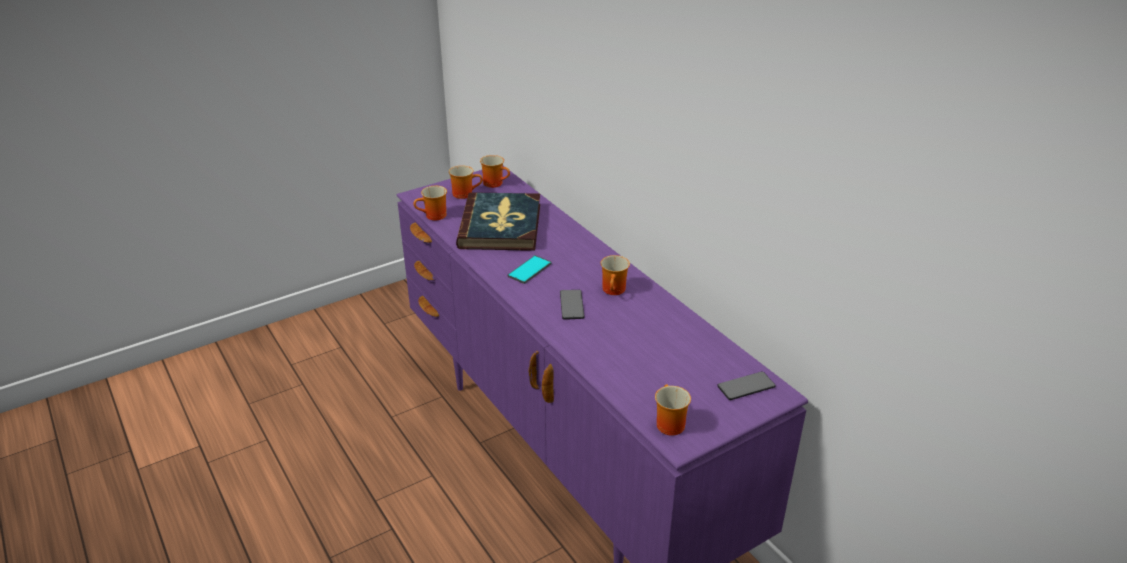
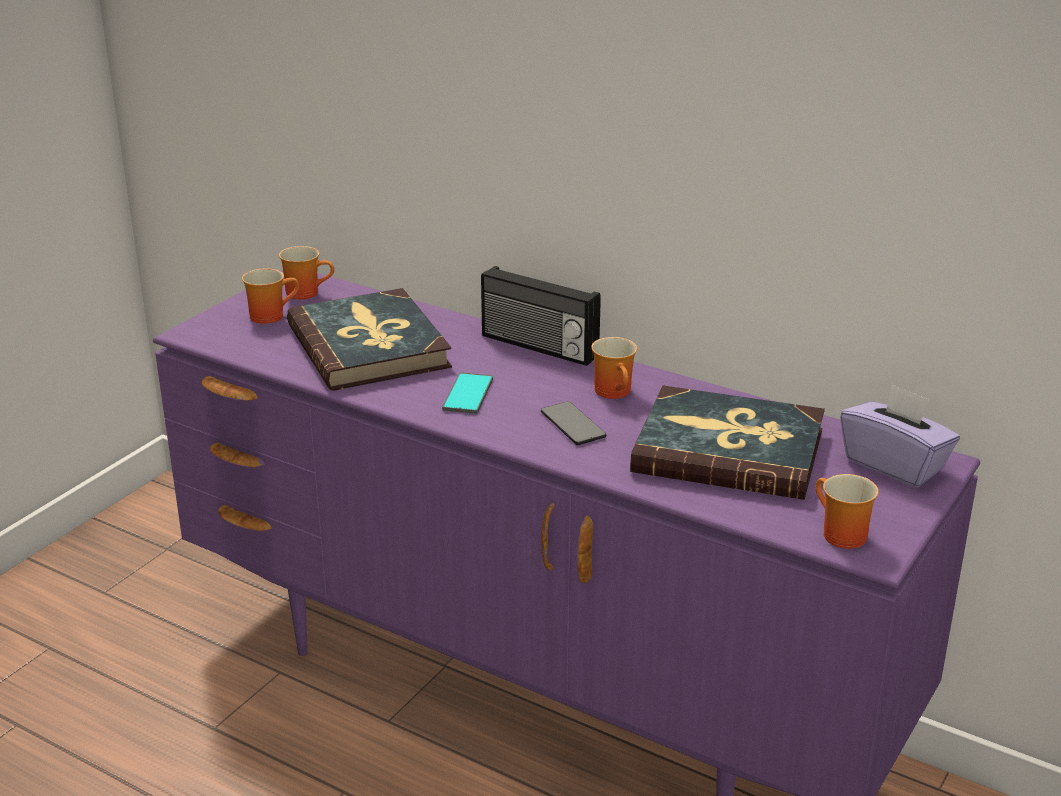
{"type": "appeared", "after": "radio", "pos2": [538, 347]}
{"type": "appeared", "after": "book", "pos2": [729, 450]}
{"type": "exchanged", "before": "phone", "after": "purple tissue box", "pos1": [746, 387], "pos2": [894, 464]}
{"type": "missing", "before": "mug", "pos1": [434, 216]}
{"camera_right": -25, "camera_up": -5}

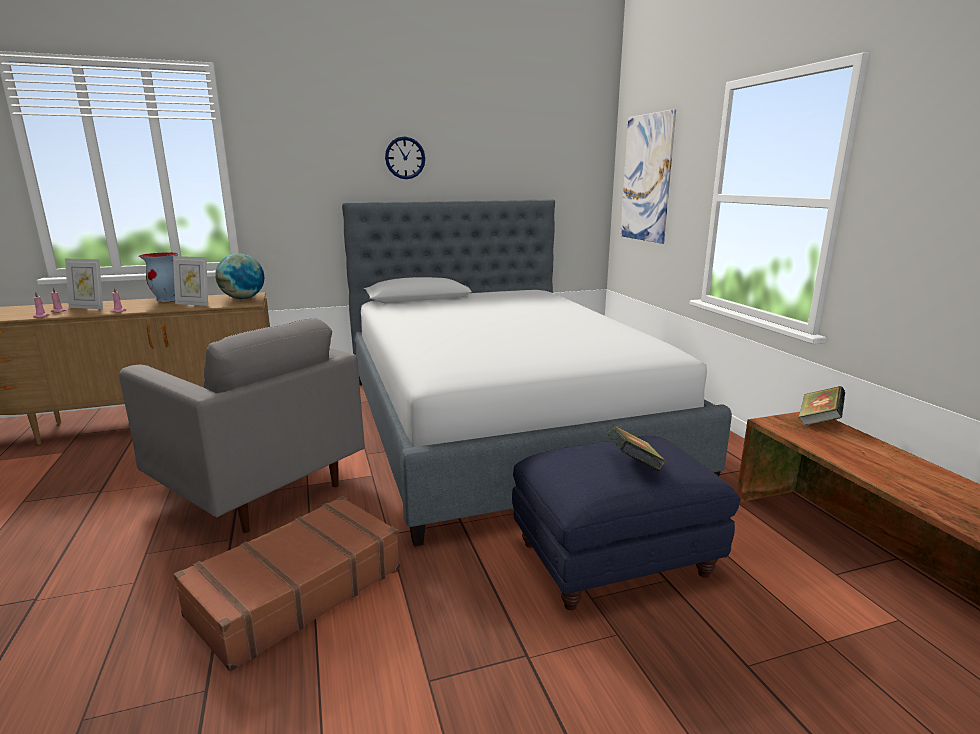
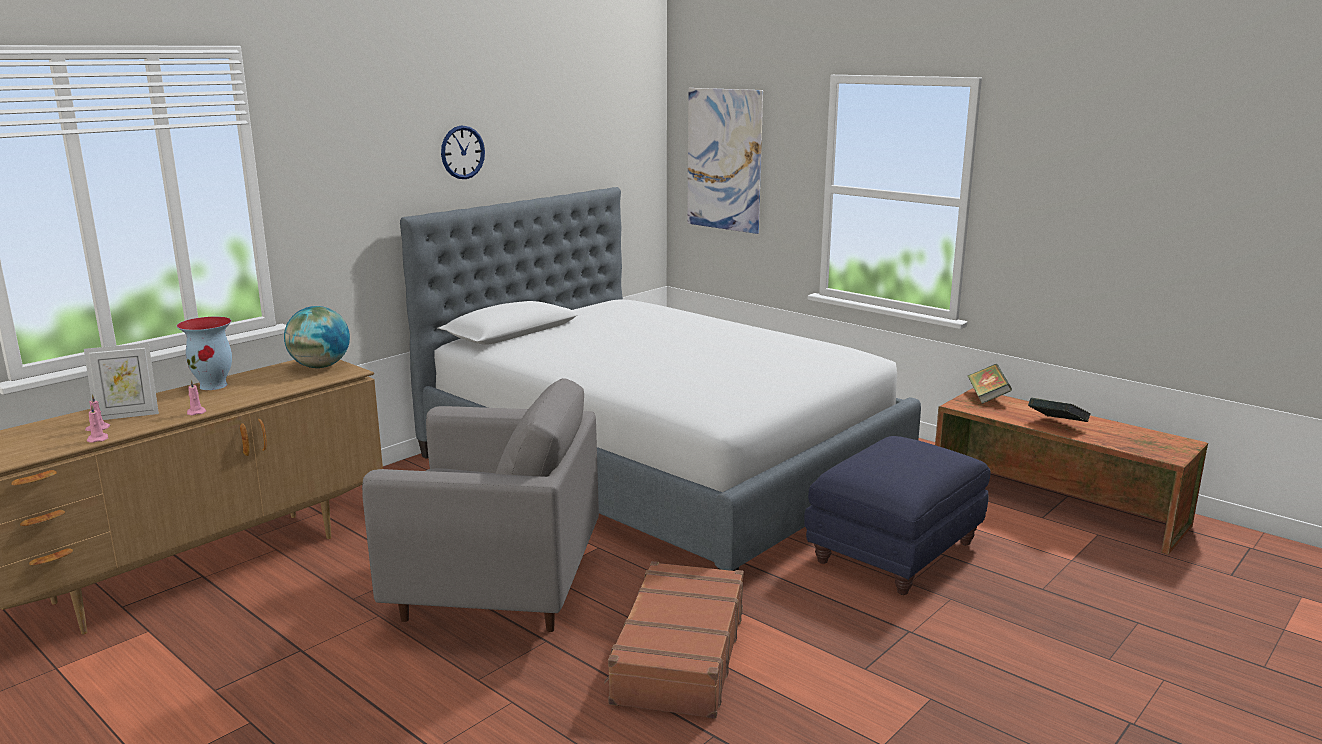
{"type": "relocated", "before": "book", "pos1": [633, 466], "pos2": [1057, 424]}
{"type": "missing", "before": "picture frame", "pos1": [194, 304]}
{"camera_right": -30, "camera_up": 0}

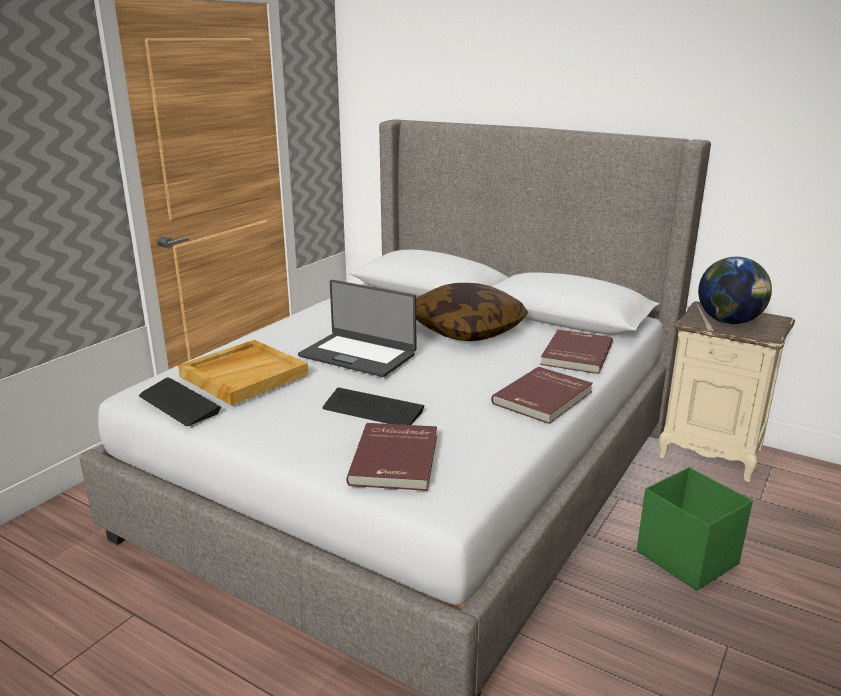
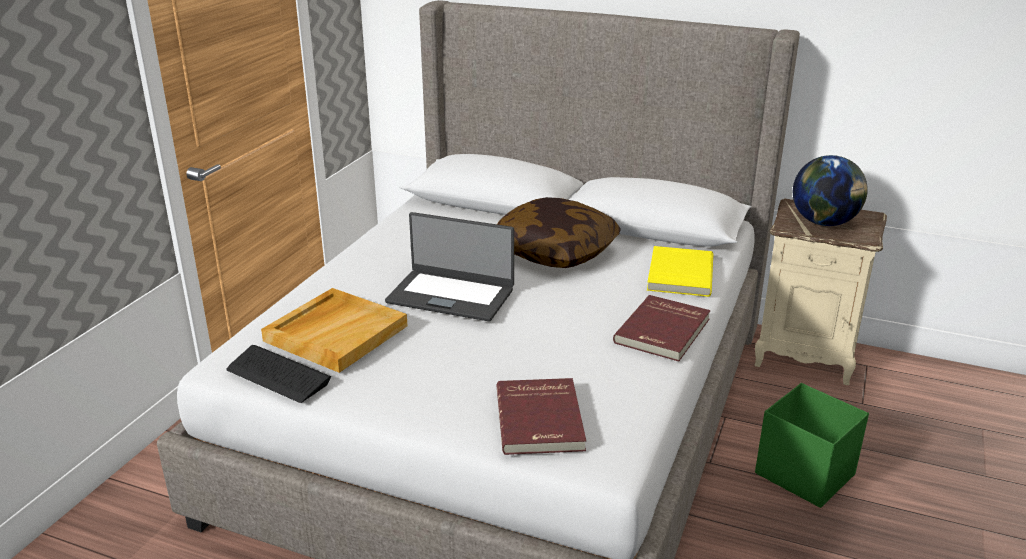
{"type": "colour", "before": "red book", "after": "yellow book", "pos1": [575, 354], "pos2": [678, 274]}
{"type": "missing", "before": "keyboard", "pos1": [372, 409]}
{"camera_right": -10, "camera_up": 5}

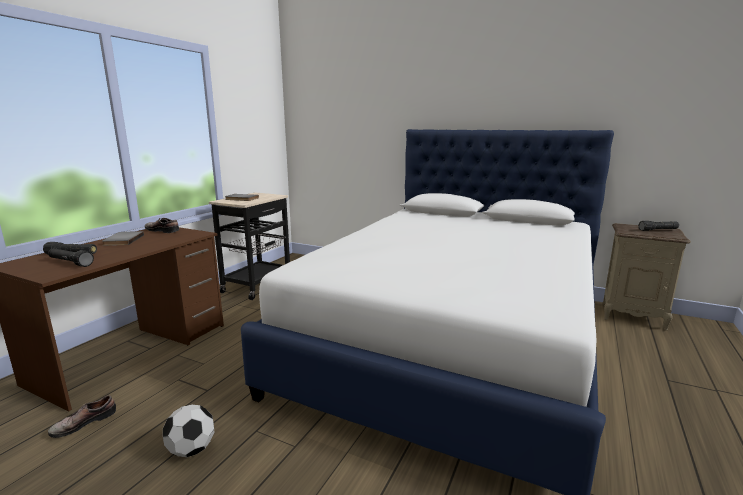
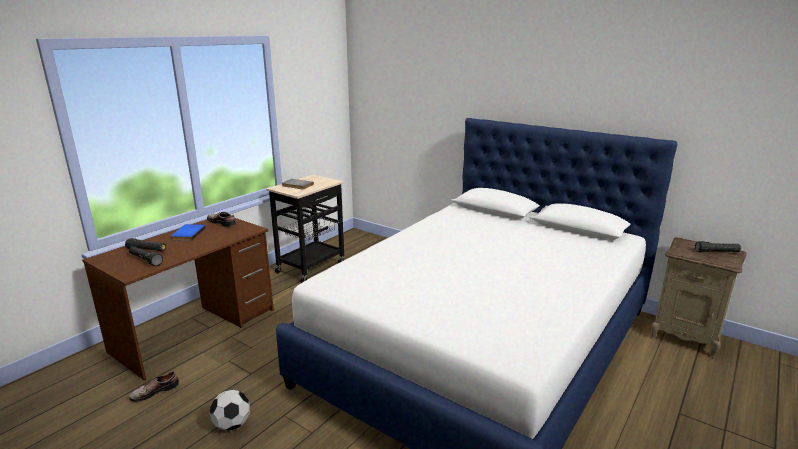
{"type": "colour", "before": "grey book", "after": "blue book", "pos1": [122, 240], "pos2": [187, 234]}
{"camera_right": 10, "camera_up": 5}

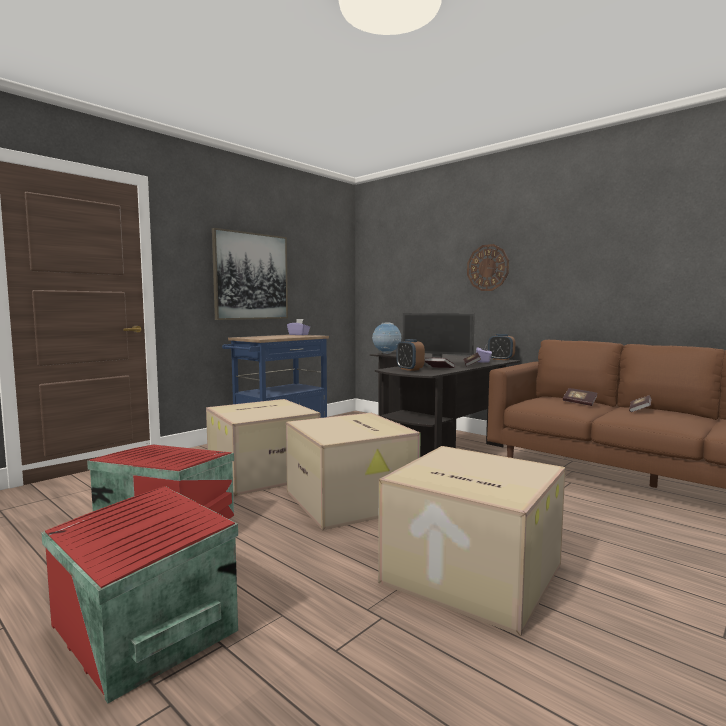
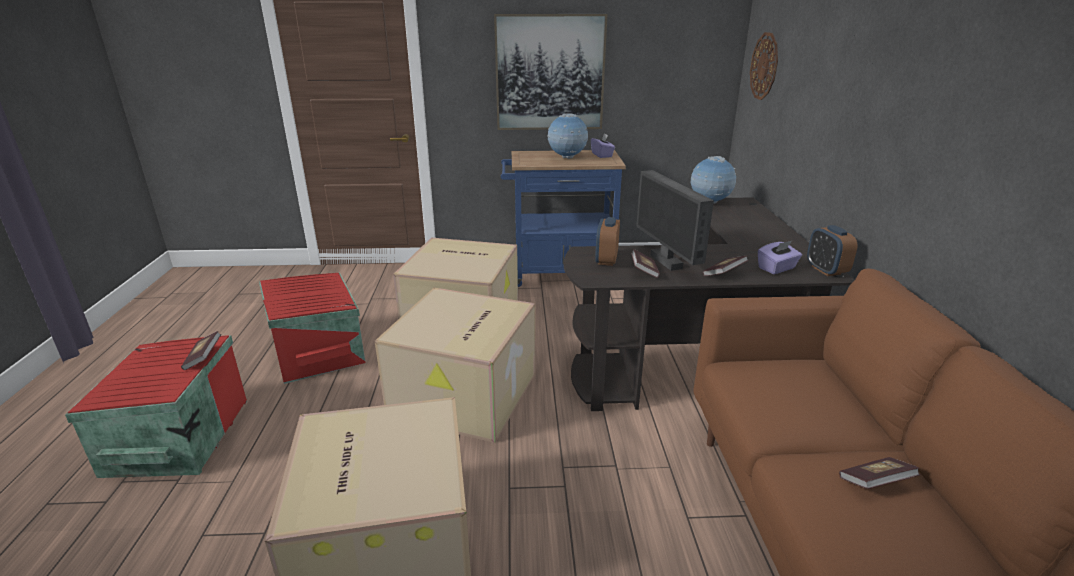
{"type": "relocated", "before": "book", "pos1": [579, 403], "pos2": [203, 358]}
{"type": "appeared", "after": "globe", "pos2": [567, 158]}
{"type": "relocated", "before": "wall clock", "pos1": [487, 267], "pos2": [764, 66]}
{"camera_right": 45, "camera_up": 20}

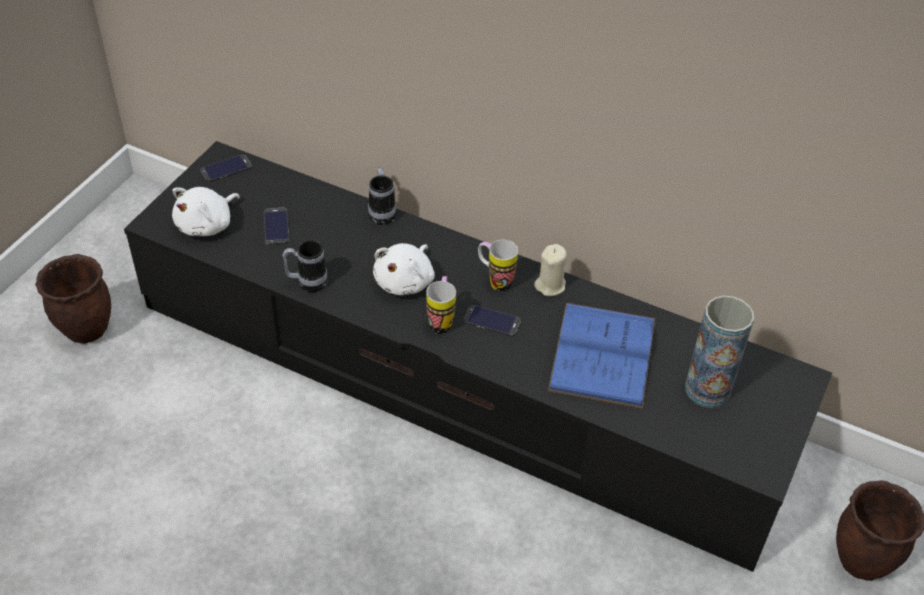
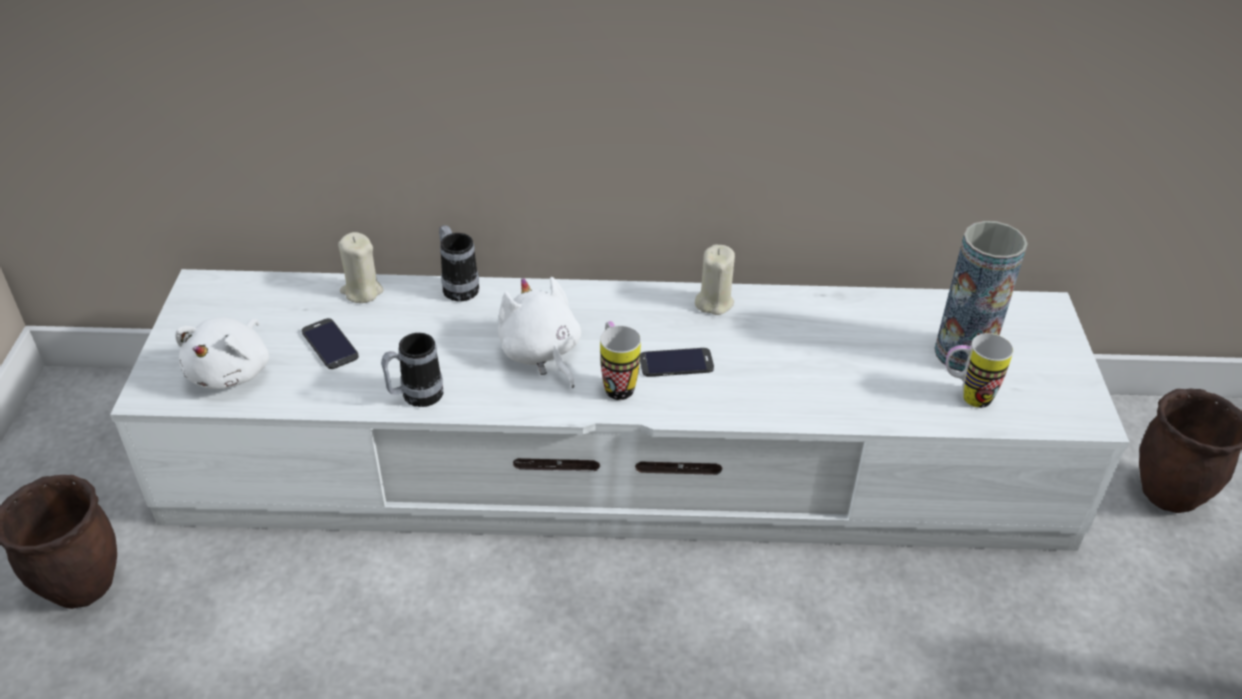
{"type": "colour", "before": "black tv stand", "after": "white tv stand", "pos1": [459, 374], "pos2": [618, 459]}
{"type": "appeared", "after": "beige candle", "pos2": [362, 291]}
{"type": "spun", "before": "white plush toy", "pos1": [405, 281], "pos2": [541, 354], "turn": 150}
{"type": "relocated", "before": "mug", "pos1": [495, 281], "pos2": [966, 396]}
{"type": "missing", "before": "phone", "pos1": [226, 169]}
{"type": "missing", "before": "blue book", "pos1": [602, 354]}
{"camera_right": -25, "camera_up": -5}

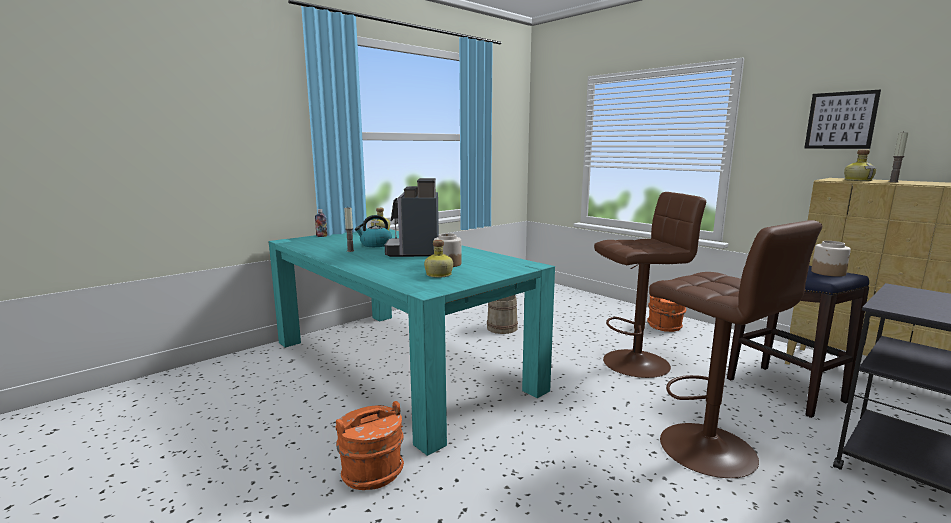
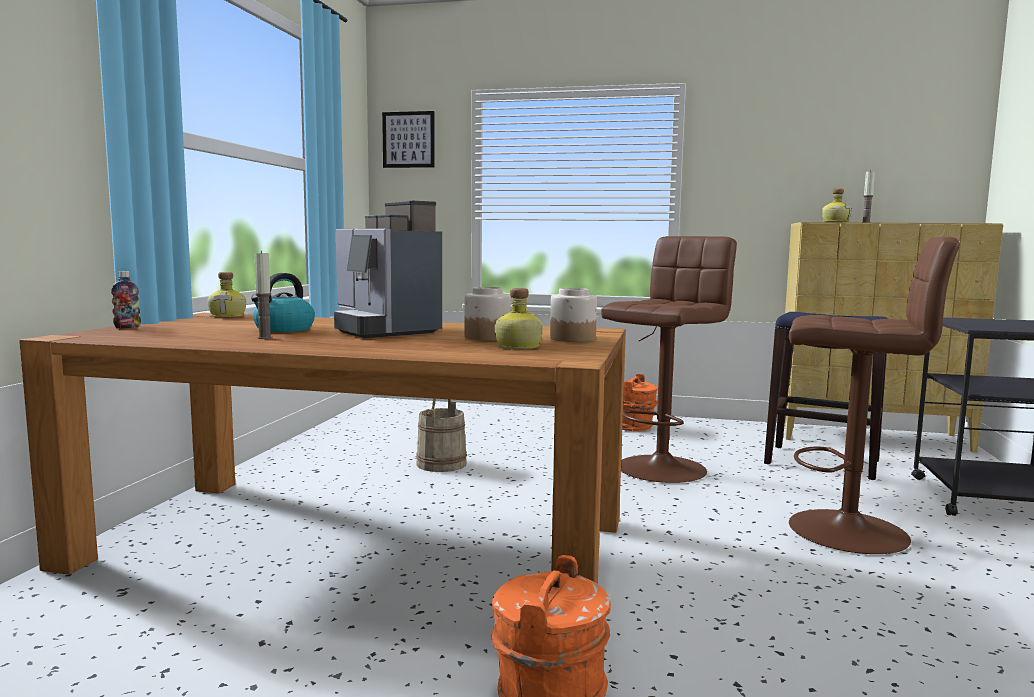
{"type": "colour", "before": "turquoise dining table", "after": "brown dining table", "pos1": [399, 364], "pos2": [356, 543]}
{"type": "relocated", "before": "picture", "pos1": [840, 120], "pos2": [408, 139]}
{"type": "relocated", "before": "jar", "pos1": [828, 273], "pos2": [573, 339]}
{"camera_right": -35, "camera_up": -5}

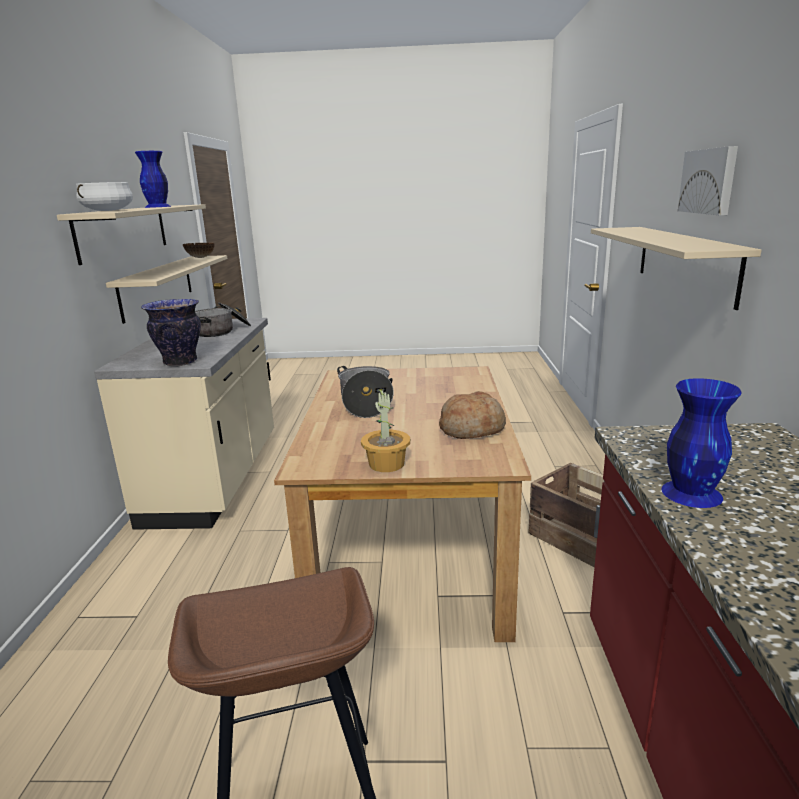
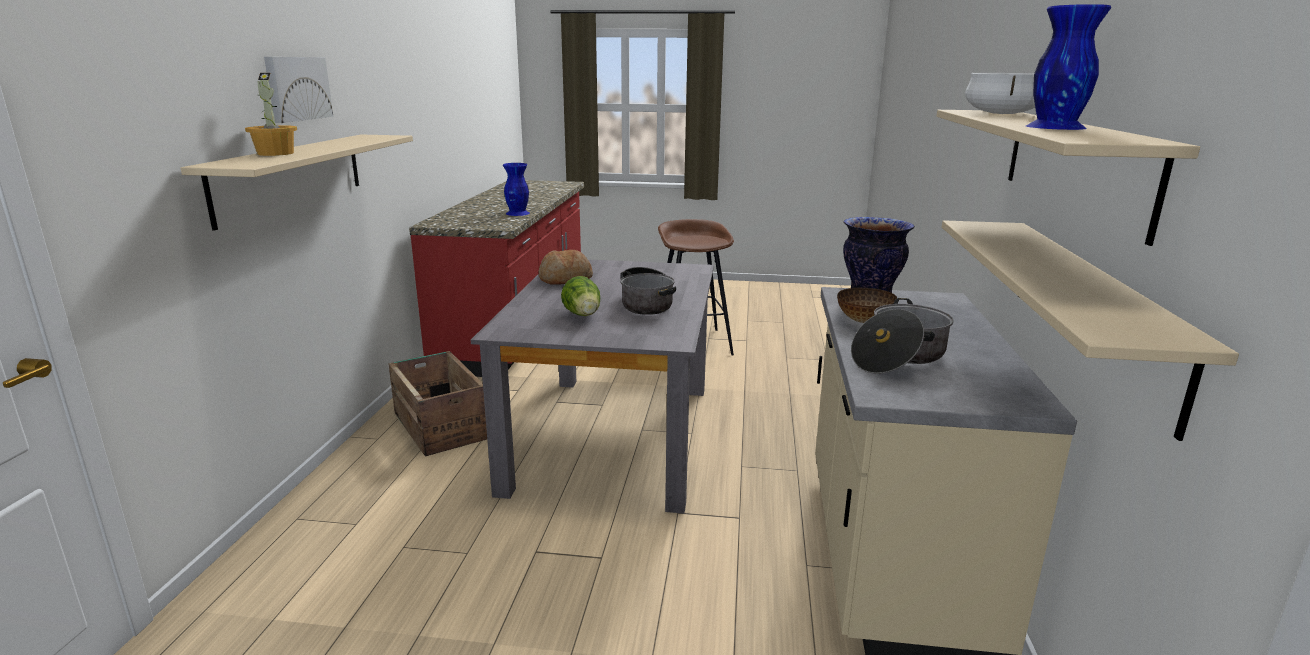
{"type": "relocated", "before": "potted plant", "pos1": [386, 464], "pos2": [276, 153]}
{"type": "colour", "before": "brown dining table", "after": "grey dining table", "pos1": [411, 551], "pos2": [612, 435]}
{"type": "appeared", "after": "lettuce", "pos2": [583, 315]}
{"type": "relocated", "before": "bowl", "pos1": [201, 257], "pos2": [863, 321]}
{"camera_right": -175, "camera_up": 0}

